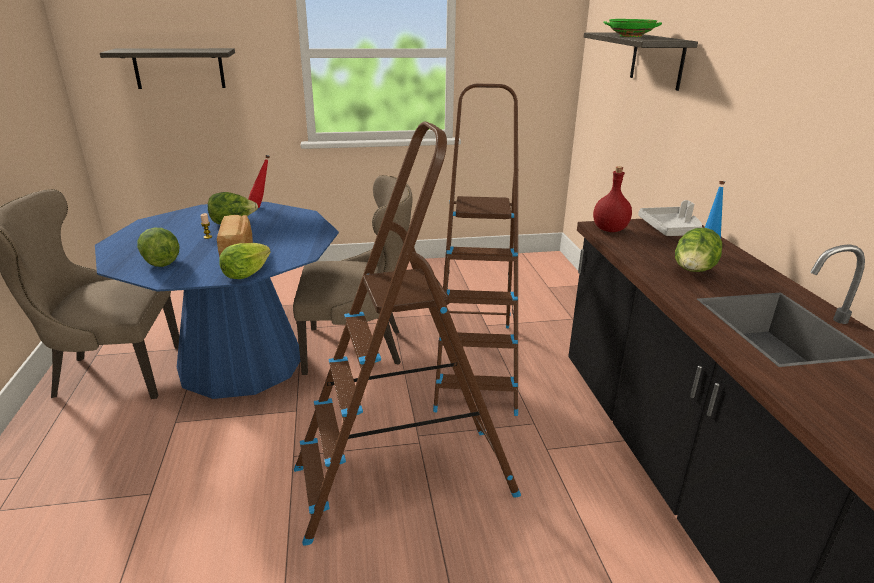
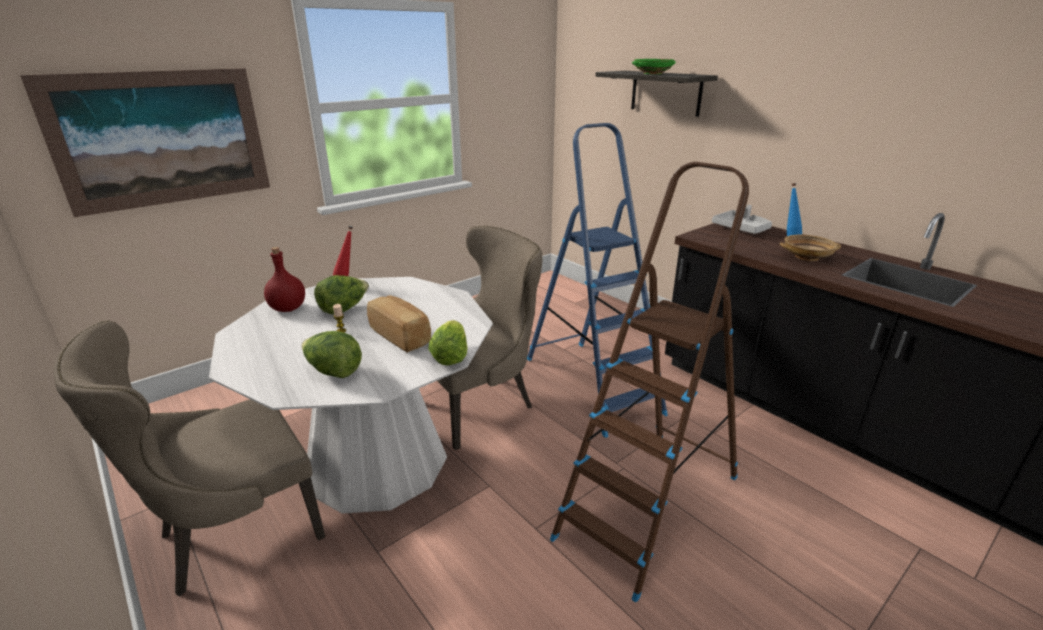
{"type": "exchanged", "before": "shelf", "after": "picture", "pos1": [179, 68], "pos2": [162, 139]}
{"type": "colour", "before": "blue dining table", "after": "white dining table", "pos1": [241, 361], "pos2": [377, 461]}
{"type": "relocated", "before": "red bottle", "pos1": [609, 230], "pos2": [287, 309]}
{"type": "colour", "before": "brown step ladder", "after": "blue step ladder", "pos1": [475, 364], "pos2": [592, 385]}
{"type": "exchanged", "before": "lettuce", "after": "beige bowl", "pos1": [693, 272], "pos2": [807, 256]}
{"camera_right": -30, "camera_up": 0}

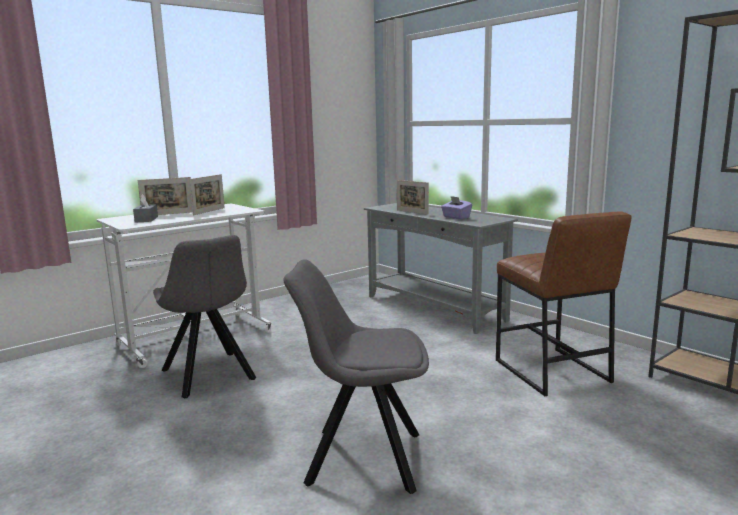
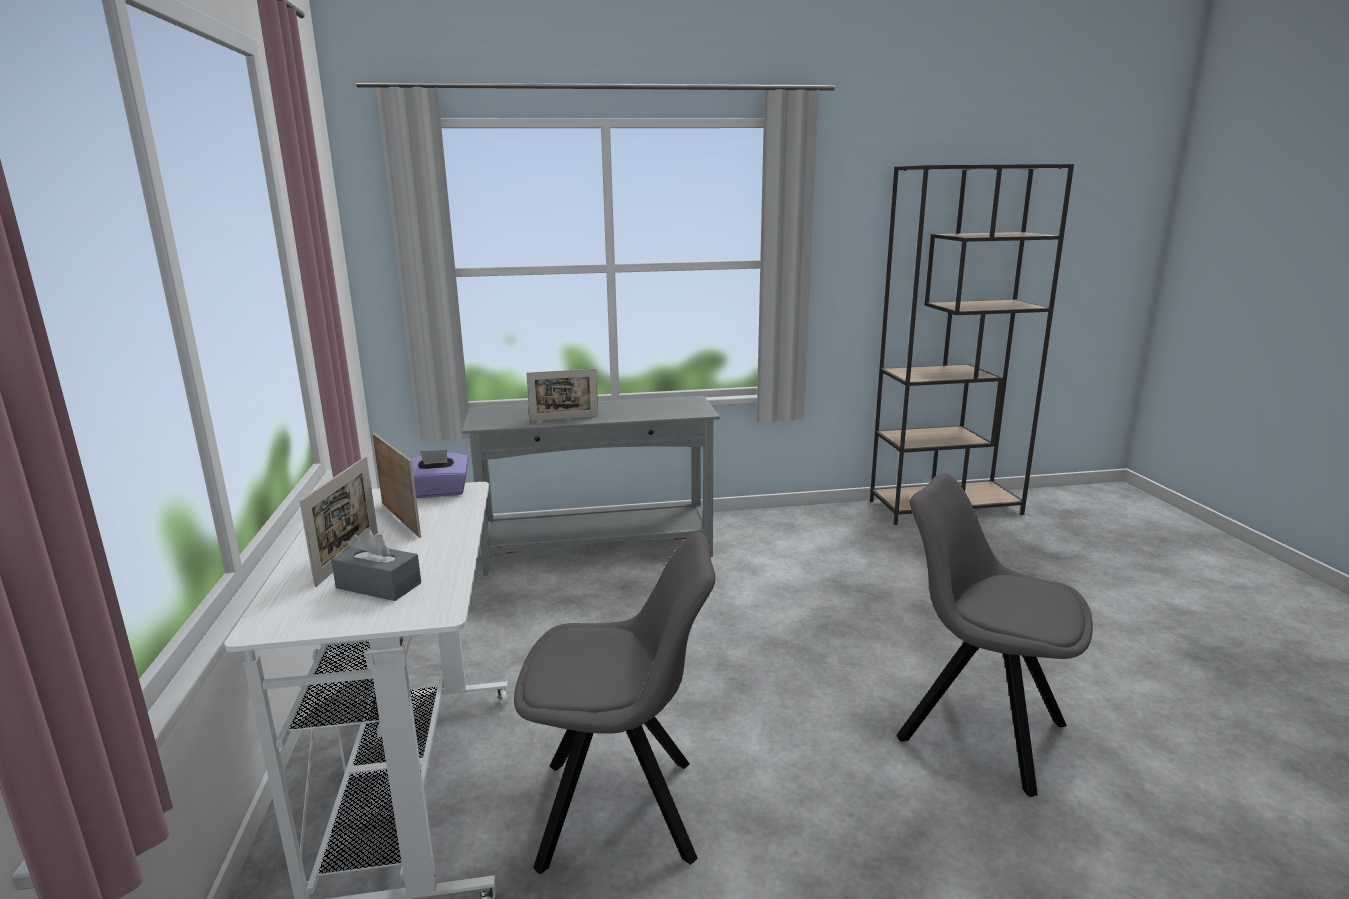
{"type": "relocated", "before": "purple tissue box", "pos1": [456, 217], "pos2": [439, 492]}
{"type": "spun", "before": "grey chair", "pos1": [363, 459], "pos2": [979, 732], "turn": 90}
{"type": "missing", "before": "brown chair", "pos1": [552, 371]}
{"camera_right": -60, "camera_up": 5}

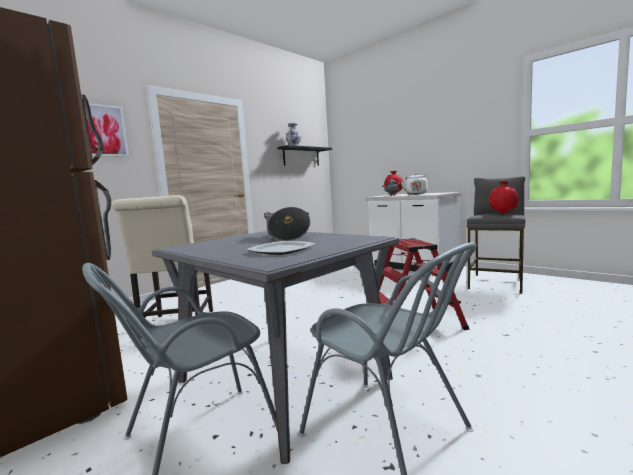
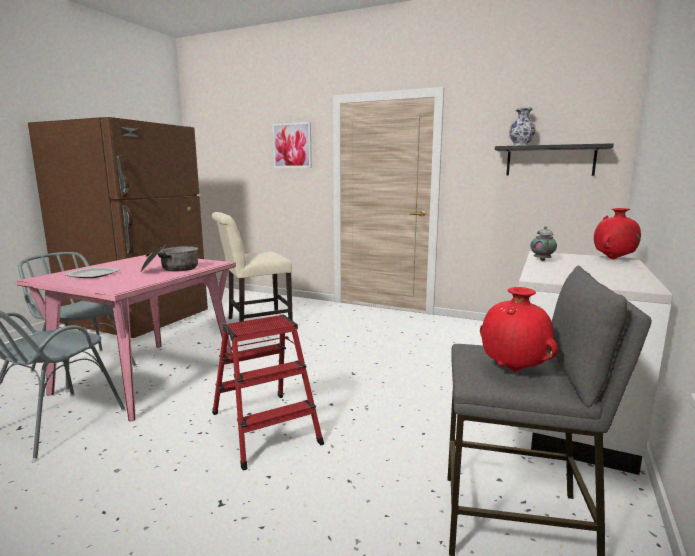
{"type": "colour", "before": "grey dining table", "after": "pink dining table", "pos1": [282, 379], "pos2": [148, 377]}
{"type": "missing", "before": "white kettle", "pos1": [416, 194]}
{"camera_right": 70, "camera_up": 5}

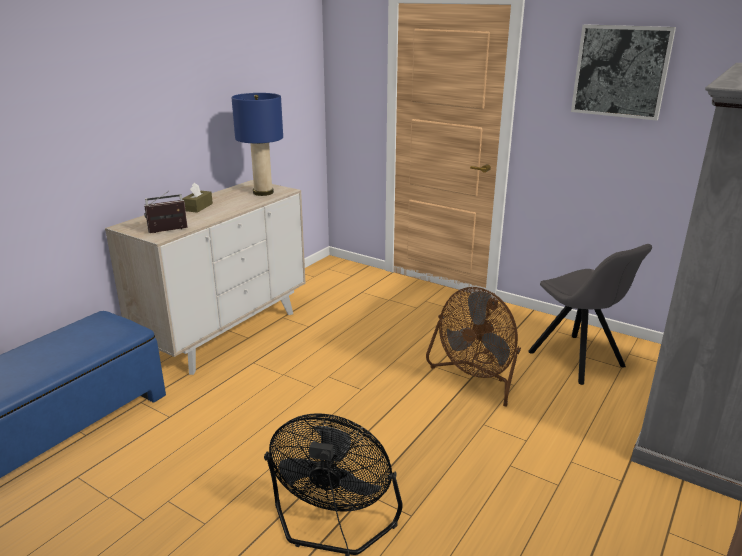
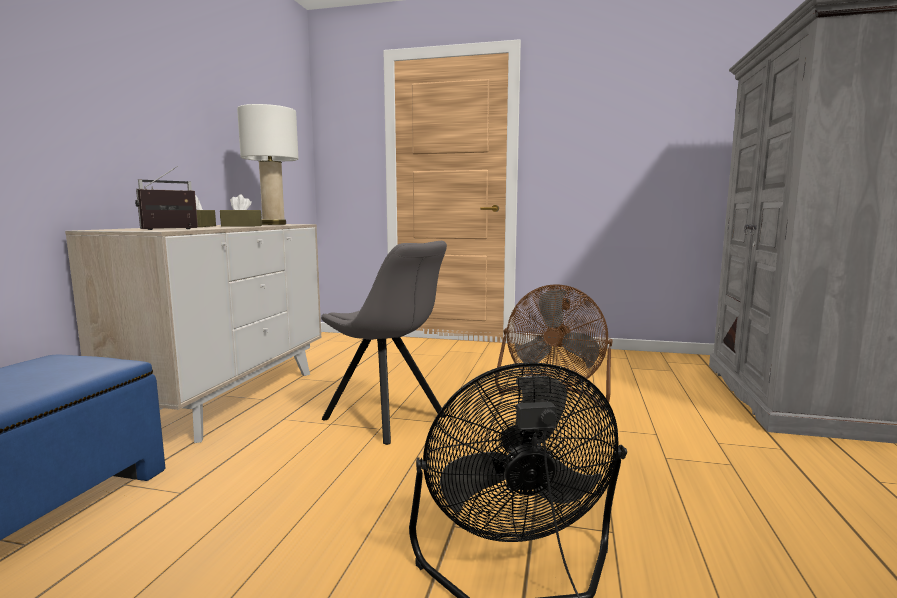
{"type": "appeared", "after": "brown tissue box", "pos2": [242, 226]}
{"type": "colour", "before": "blue table lamp", "after": "white table lamp", "pos1": [263, 192], "pos2": [274, 224]}
{"type": "relocated", "before": "grey chair", "pos1": [577, 359], "pos2": [386, 418]}
{"type": "missing", "before": "picture", "pos1": [621, 71]}
{"camera_right": -20, "camera_up": -15}

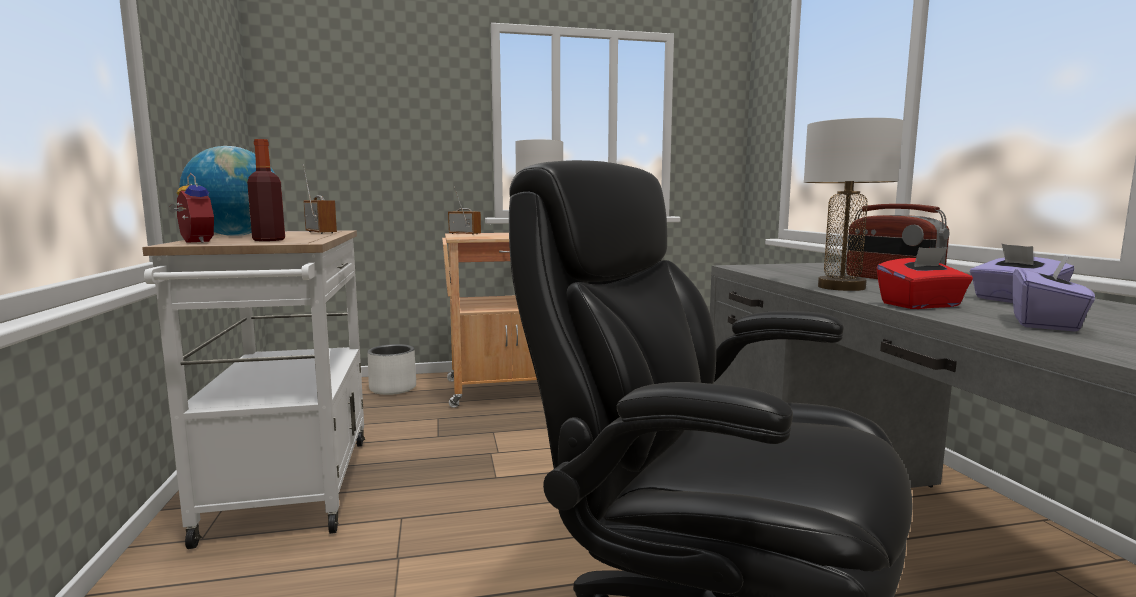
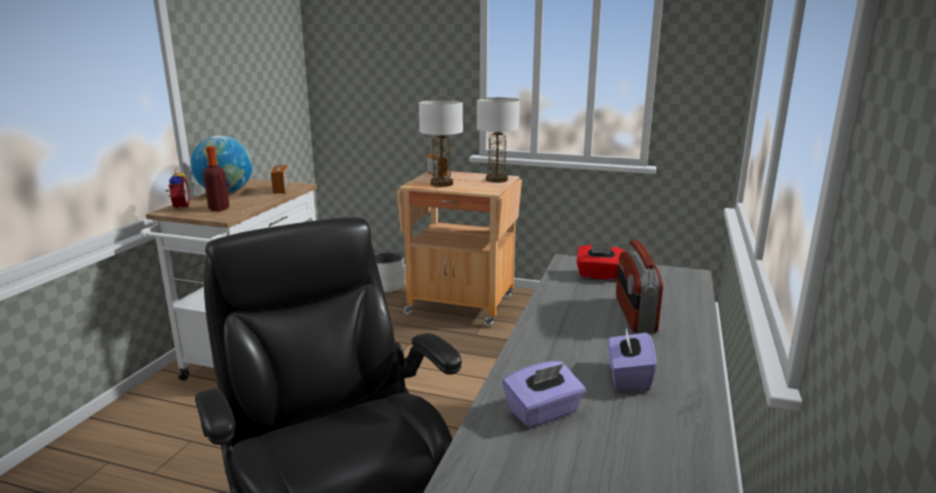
{"type": "relocated", "before": "table lamp", "pos1": [841, 287], "pos2": [442, 184]}
{"type": "relocated", "before": "red tissue box", "pos1": [921, 305], "pos2": [599, 275]}
{"camera_right": 30, "camera_up": 10}

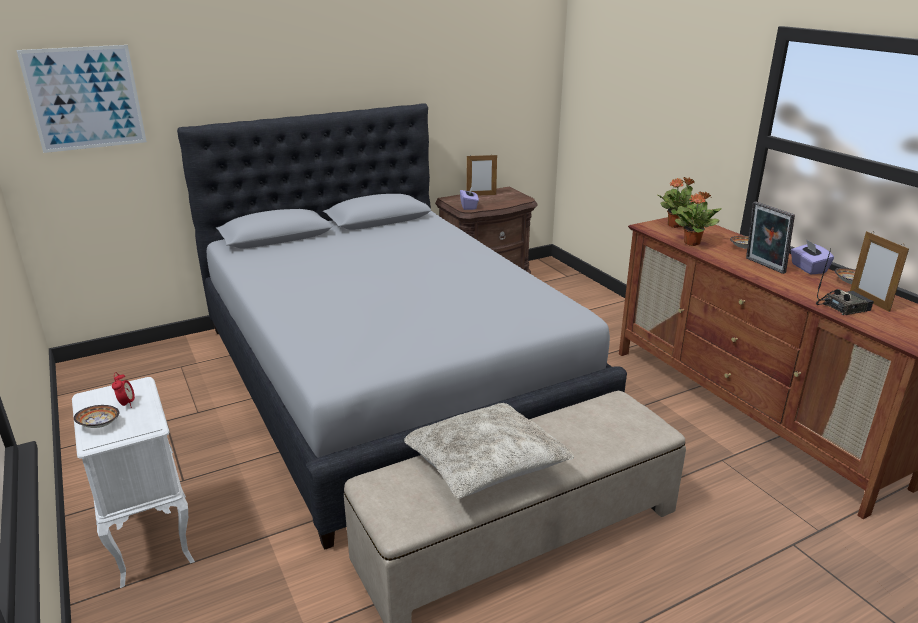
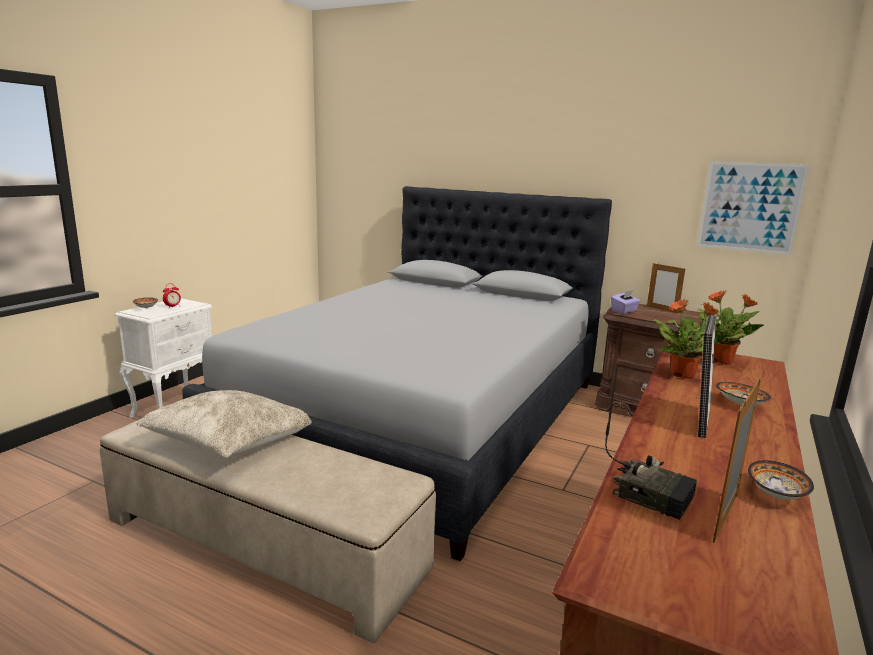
{"type": "relocated", "before": "picture", "pos1": [85, 98], "pos2": [750, 207]}
{"type": "missing", "before": "purple tissue box", "pos1": [808, 268]}
{"camera_right": 55, "camera_up": -10}

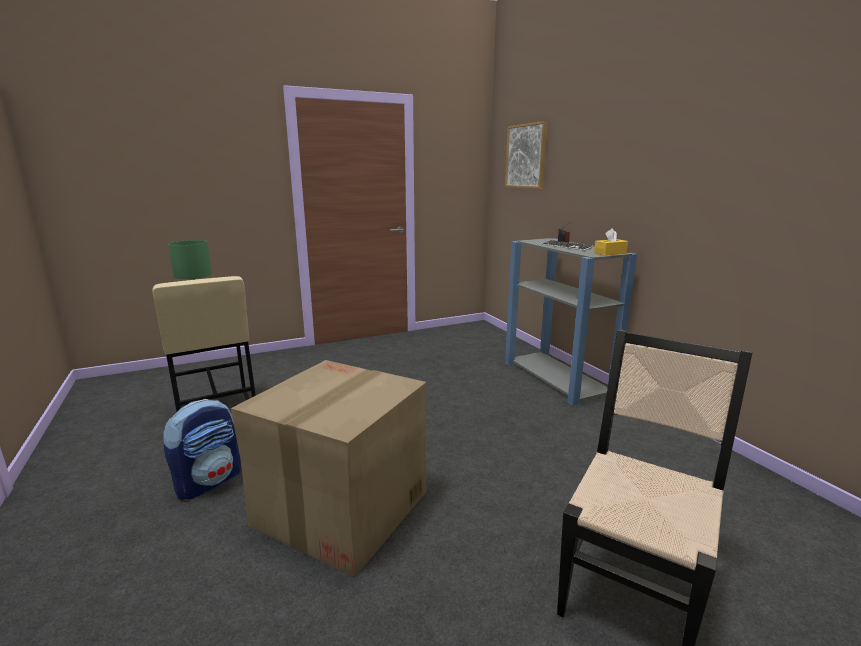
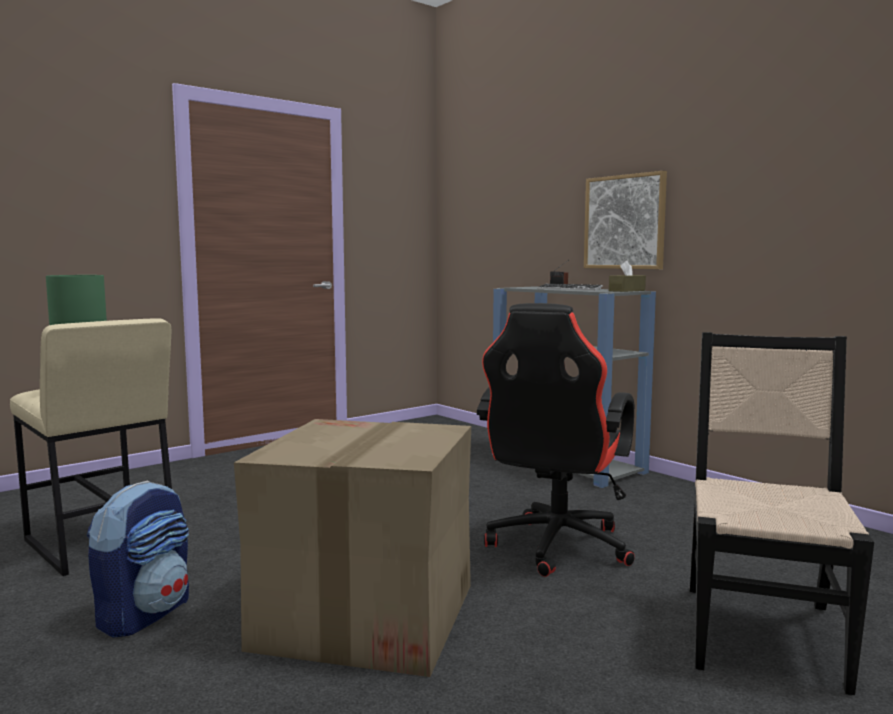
{"type": "appeared", "after": "black office chair", "pos2": [554, 551]}
{"type": "relocated", "before": "picture", "pos1": [526, 156], "pos2": [625, 222]}
{"type": "colour", "before": "yellow tissue box", "after": "brown tissue box", "pos1": [610, 253], "pos2": [627, 290]}
{"camera_right": -15, "camera_up": -10}

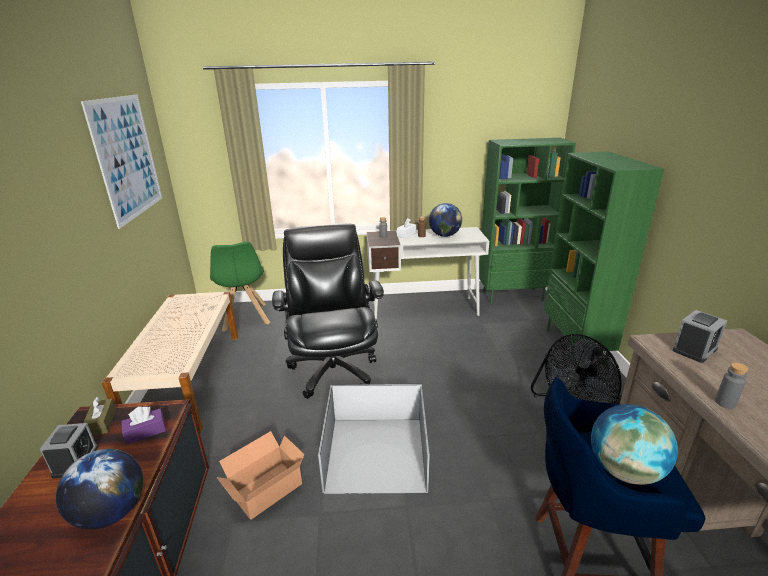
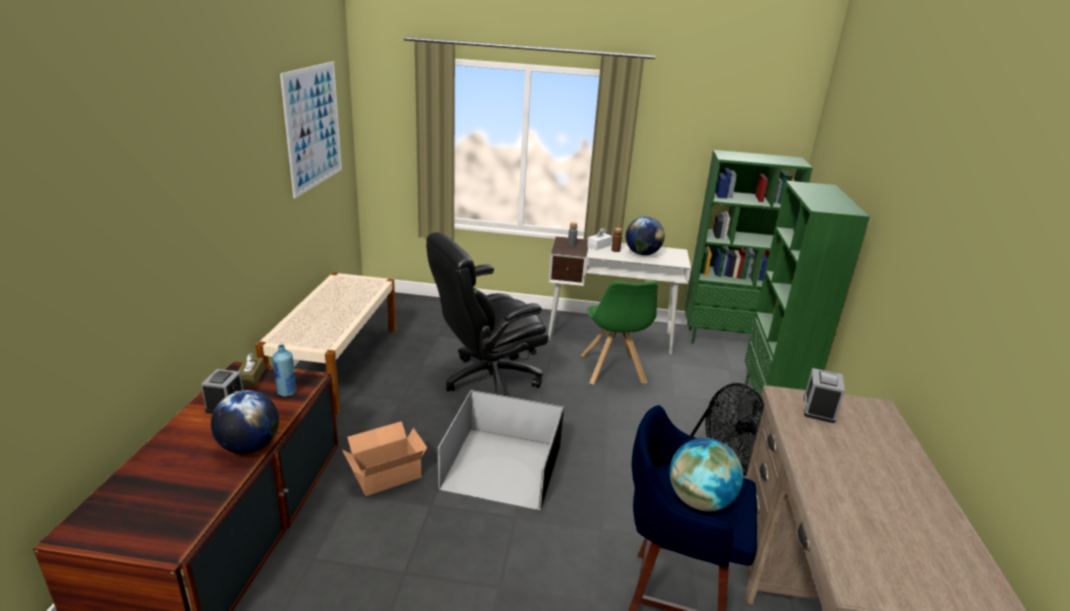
{"type": "exchanged", "before": "purple tissue box", "after": "blue bottle", "pos1": [145, 432], "pos2": [287, 392]}
{"type": "spun", "before": "black office chair", "pos1": [334, 369], "pos2": [486, 380], "turn": -120}
{"type": "relocated", "before": "green chair", "pos1": [245, 318], "pos2": [613, 371]}
{"type": "spun", "before": "alarm clock", "pos1": [694, 350], "pos2": [818, 409], "turn": 135}
{"type": "missing", "before": "grey bottle", "pos1": [725, 403]}
{"camera_right": 10, "camera_up": 0}

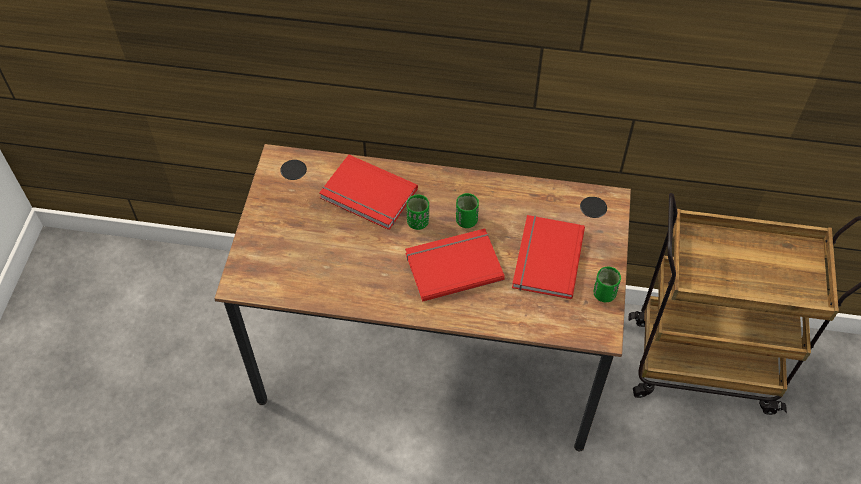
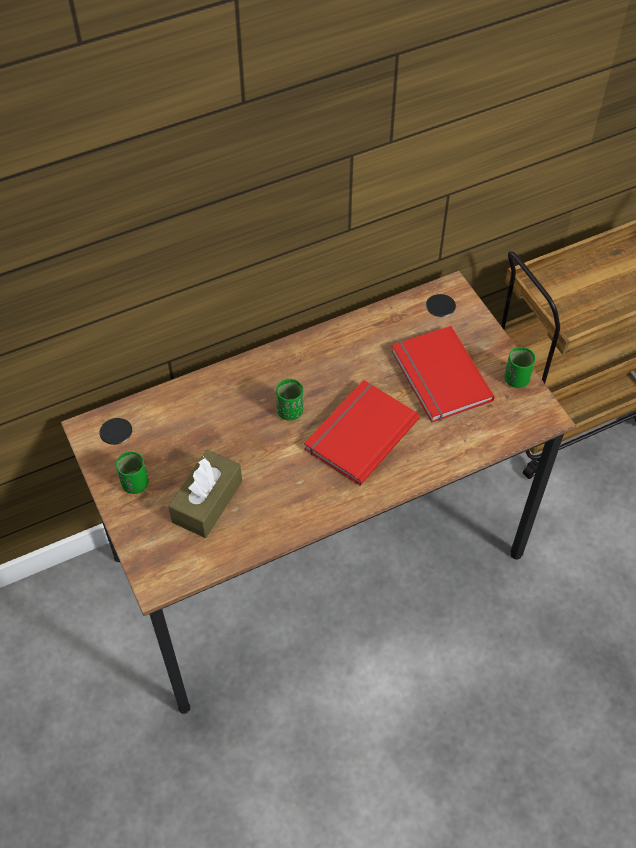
{"type": "relocated", "before": "green cup", "pos1": [466, 220], "pos2": [135, 484]}
{"type": "appeared", "after": "brown tissue box", "pos2": [207, 501]}
{"type": "missing", "before": "red book", "pos1": [367, 196]}
{"camera_right": -35, "camera_up": 0}

